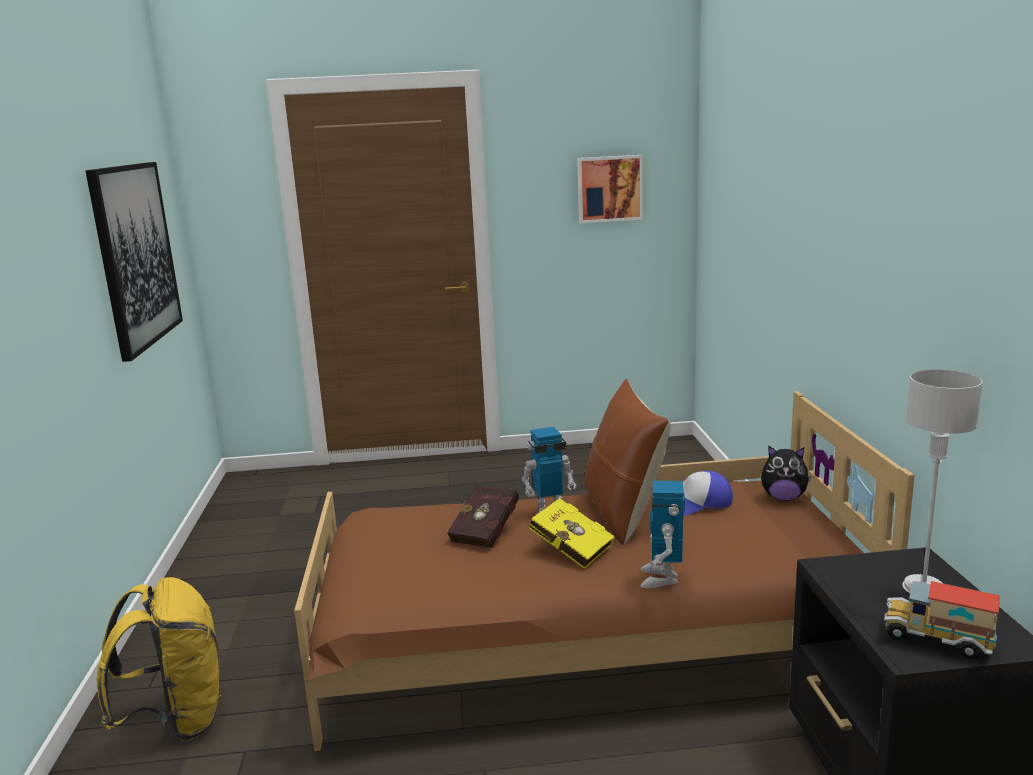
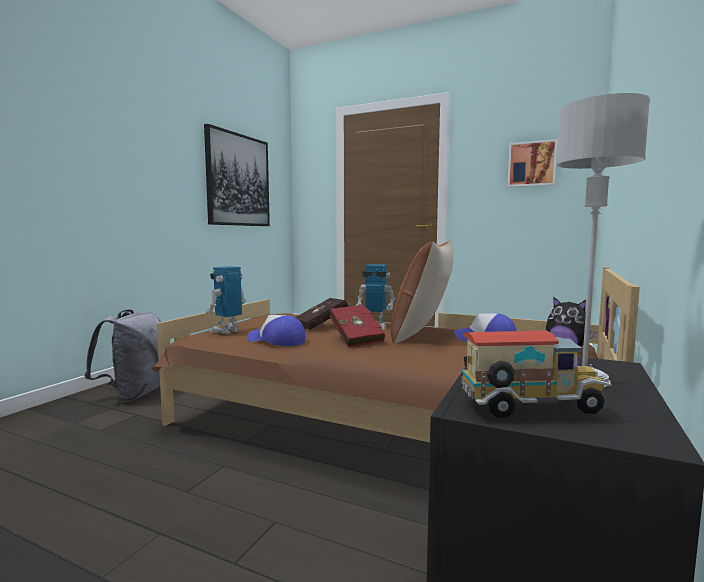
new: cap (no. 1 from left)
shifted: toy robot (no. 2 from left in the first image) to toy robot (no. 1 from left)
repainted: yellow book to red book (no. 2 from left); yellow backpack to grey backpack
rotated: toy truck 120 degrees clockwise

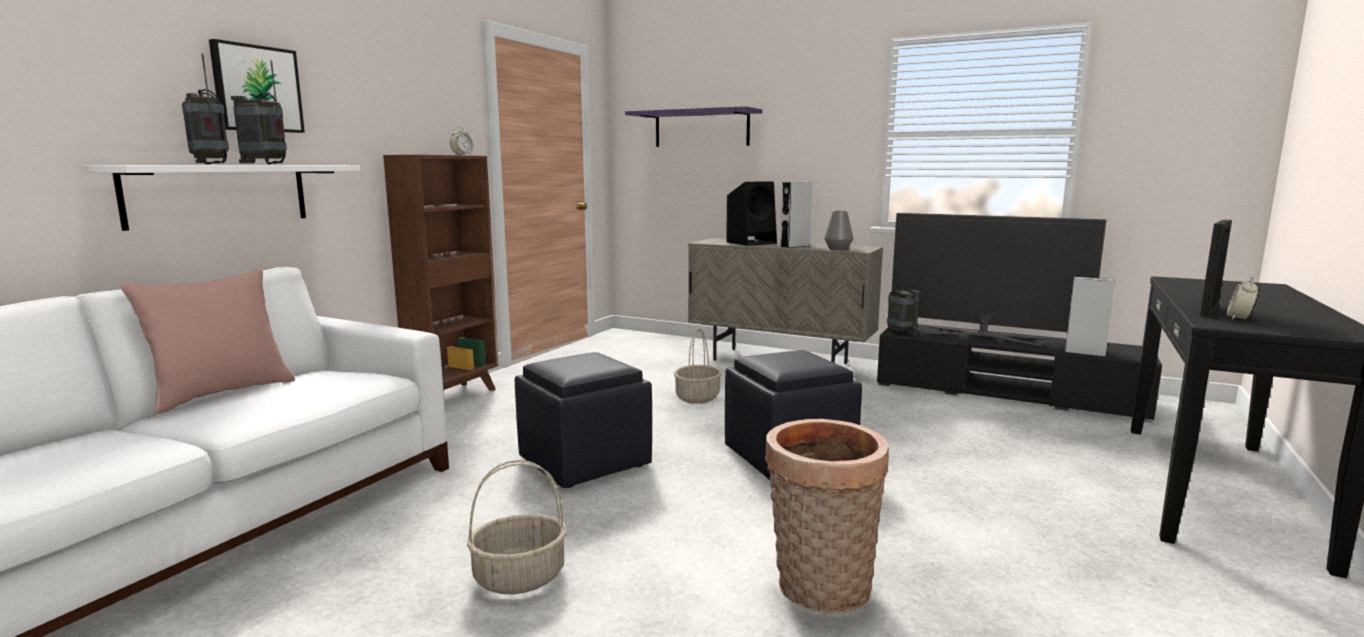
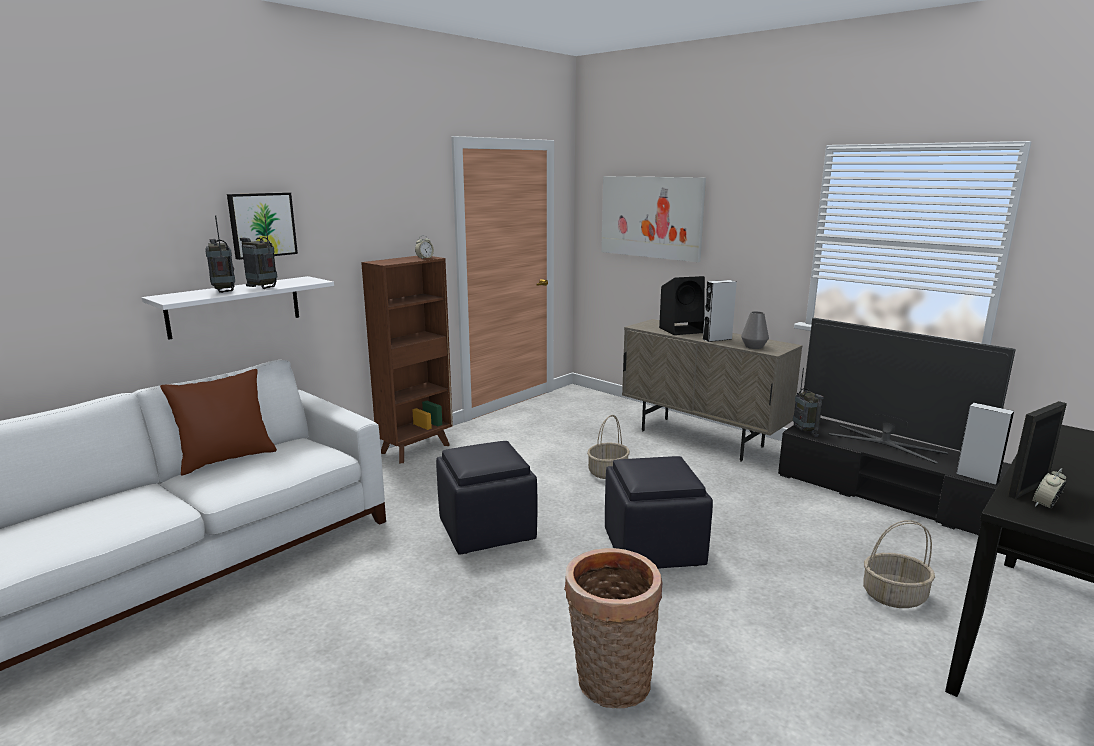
shifted: basket (no. 1 from left in the first image) to basket (no. 3 from left)
swapped: purple shelf to picture (no. 2 from left)
repainted: pink pillow to brown pillow

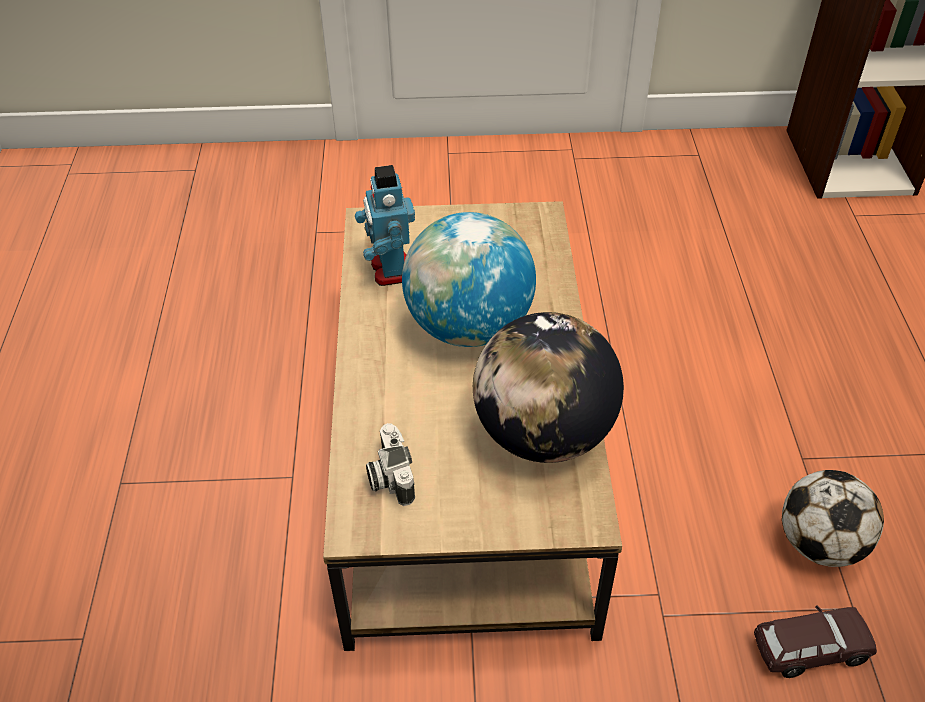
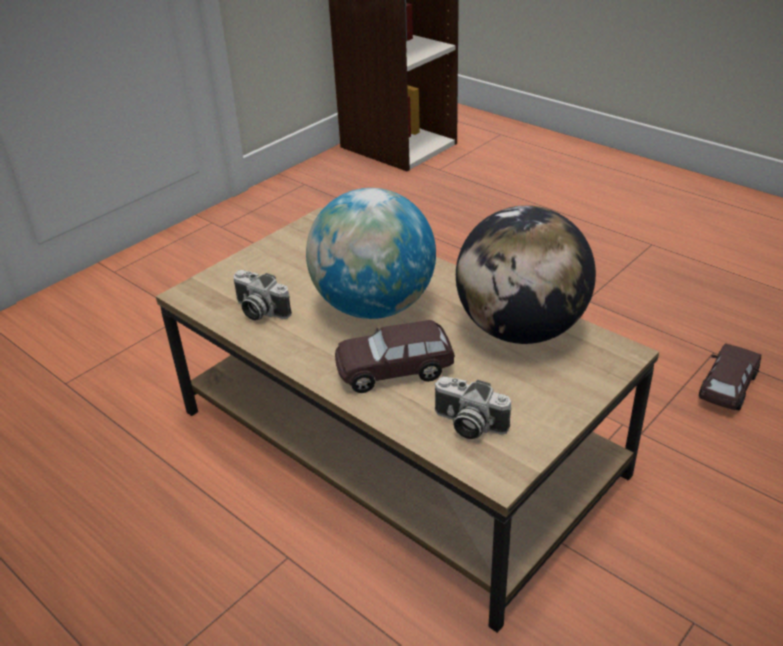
gone: football
new: brown toy car (no. 1 from left)
swapped: toy robot to photo camera (no. 1 from left)

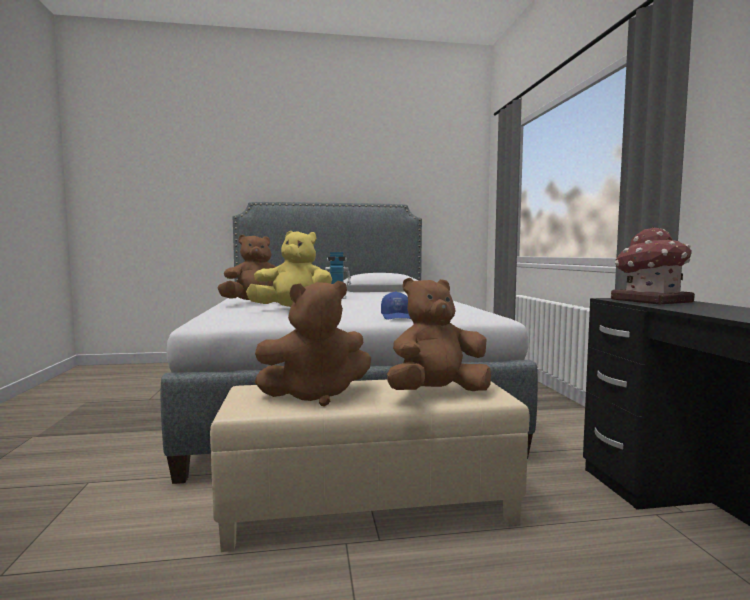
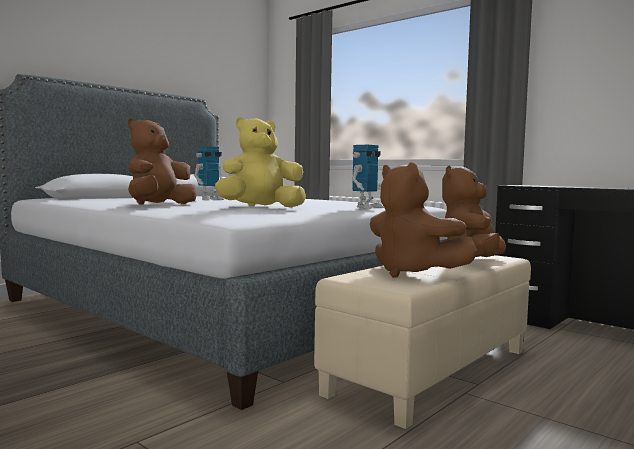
gone: toy house
swapped: blue cap to toy robot (no. 2 from left)
rotated: brown plush toy (no. 2 from left) 105 degrees clockwise

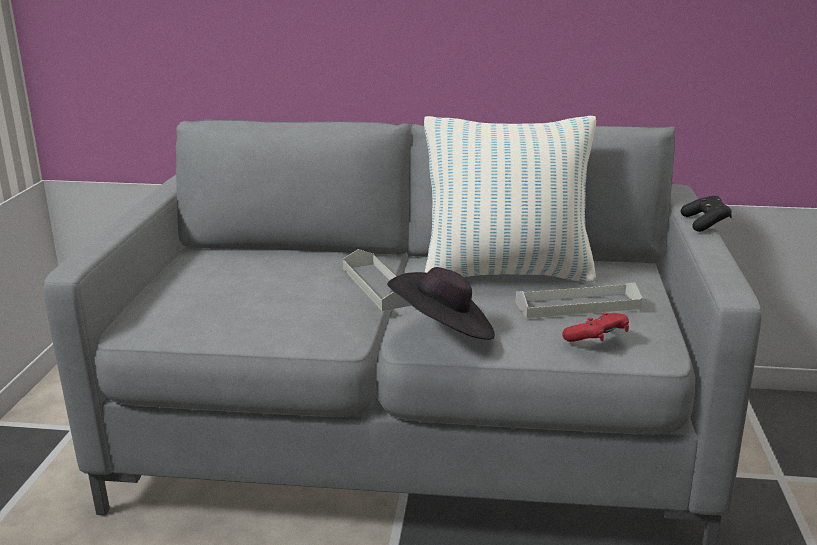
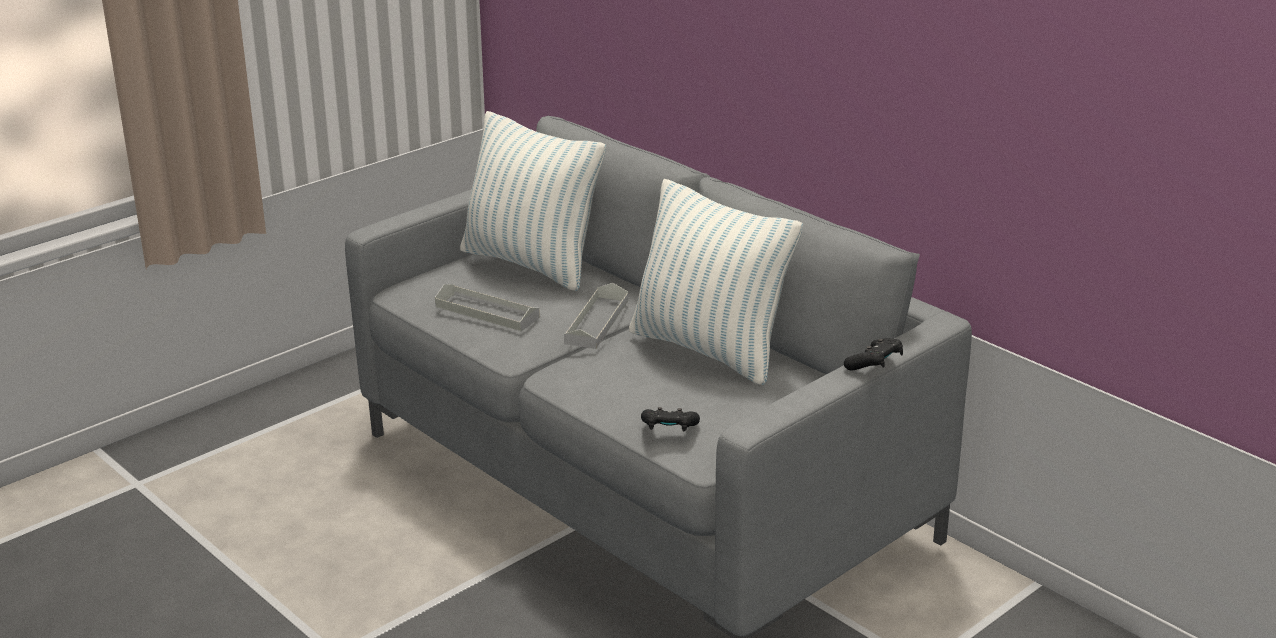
gone: black hat
new: pillow (no. 1 from left)
shifted: grey tray (no. 2 from left in the first image) to grey tray (no. 1 from left)
repainted: red game controller to black game controller (no. 1 from left)

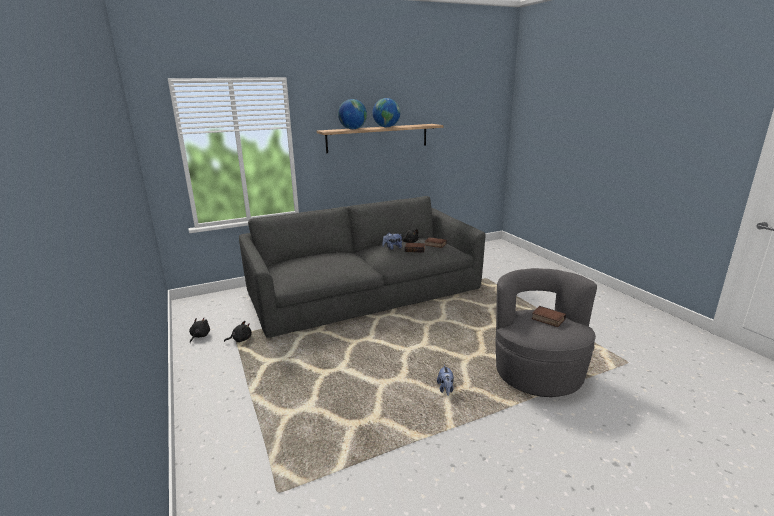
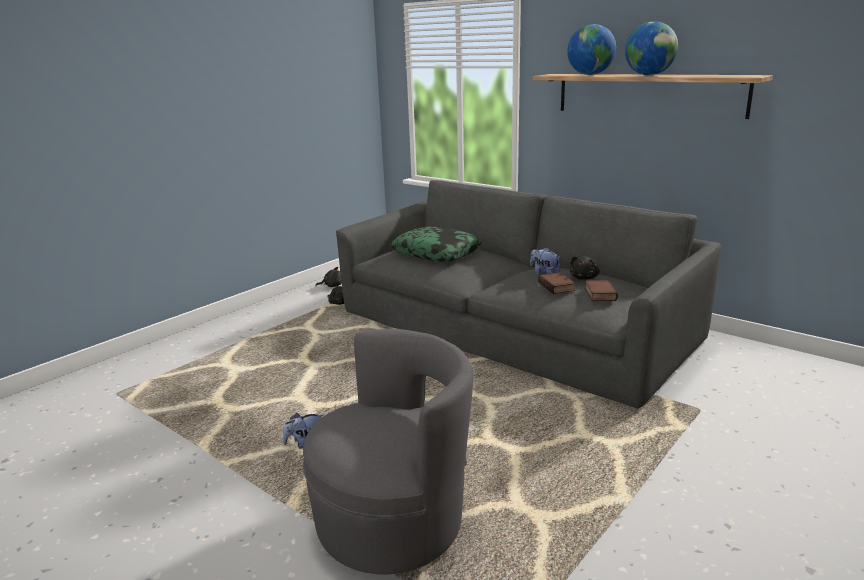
gone: book (no. 3 from left)
new: pillow

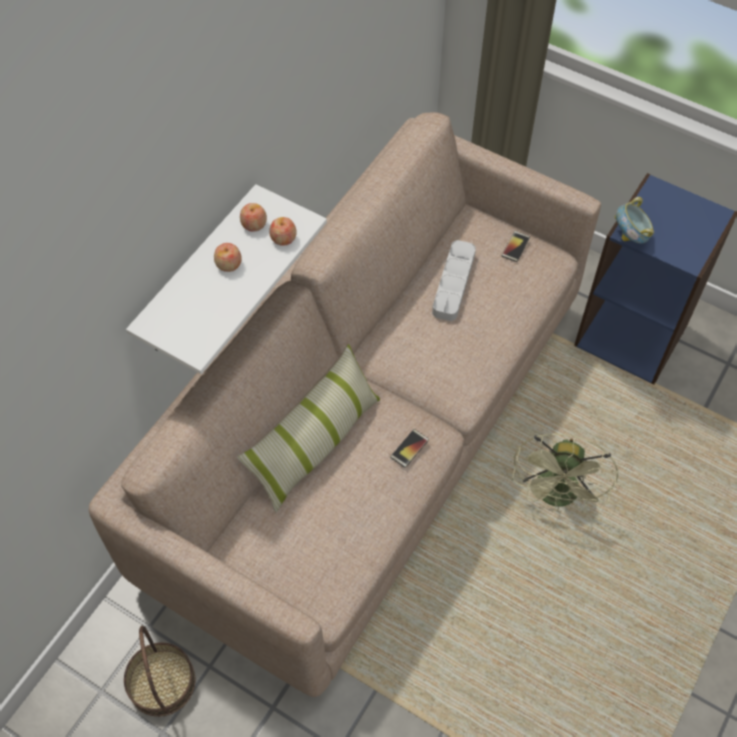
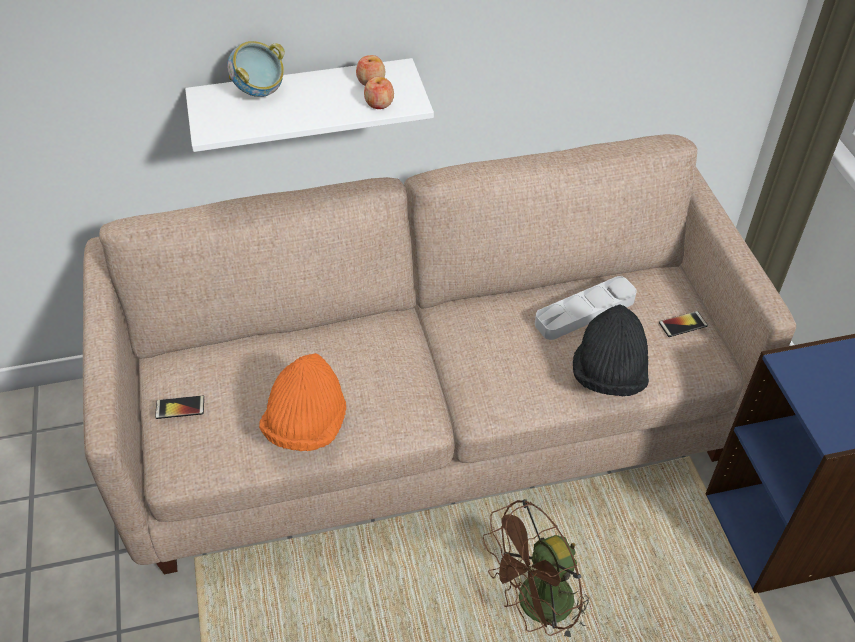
gone: apple (no. 1 from left); pillow; basket
new: black hat; orange hat
shifted: bowl; phone (no. 1 from left)
repainted: green fan to brown fan

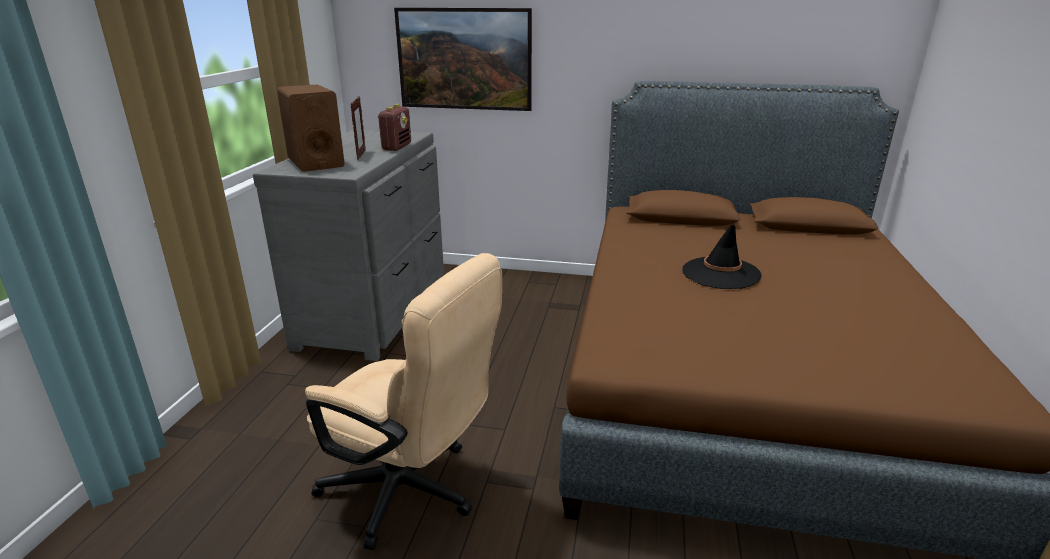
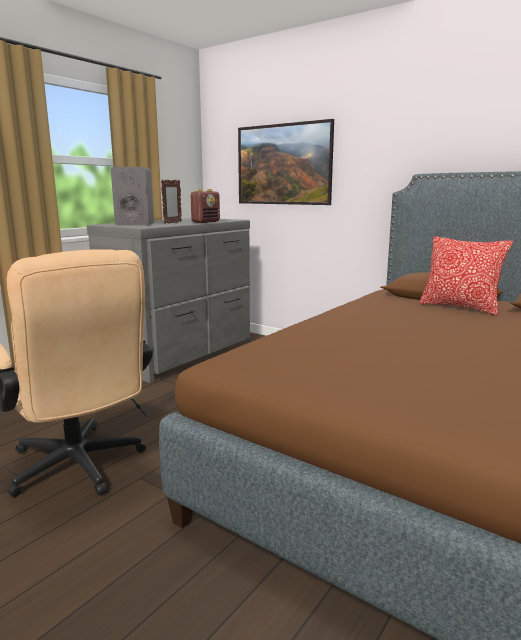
gone: black hat
new: pillow
repainted: brown speaker to grey speaker

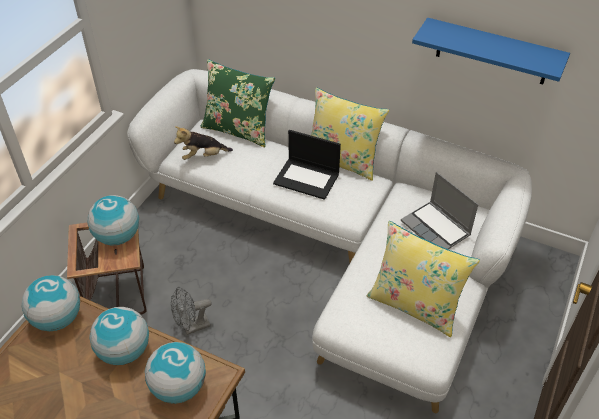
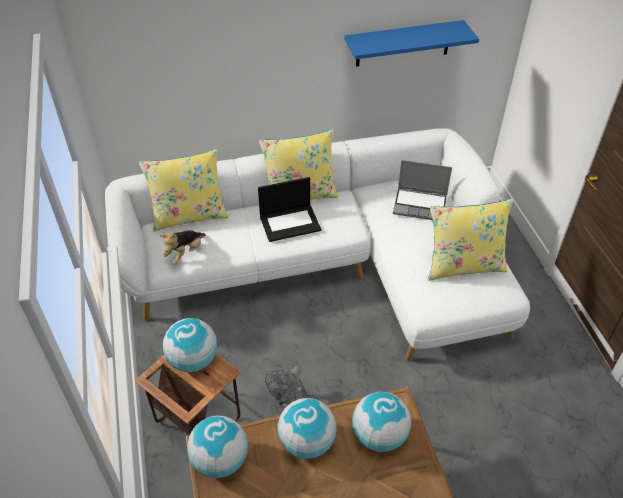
repainted: green pillow to yellow pillow (no. 1 from left)

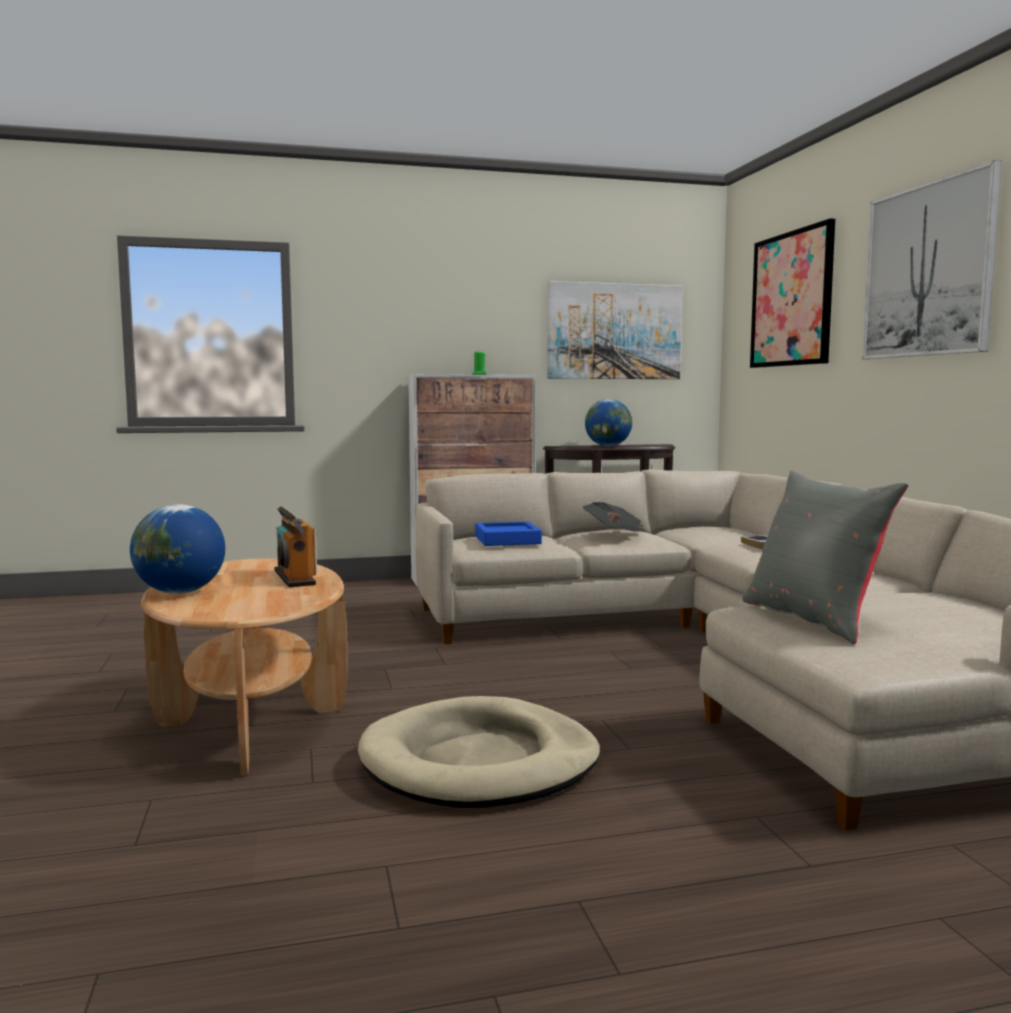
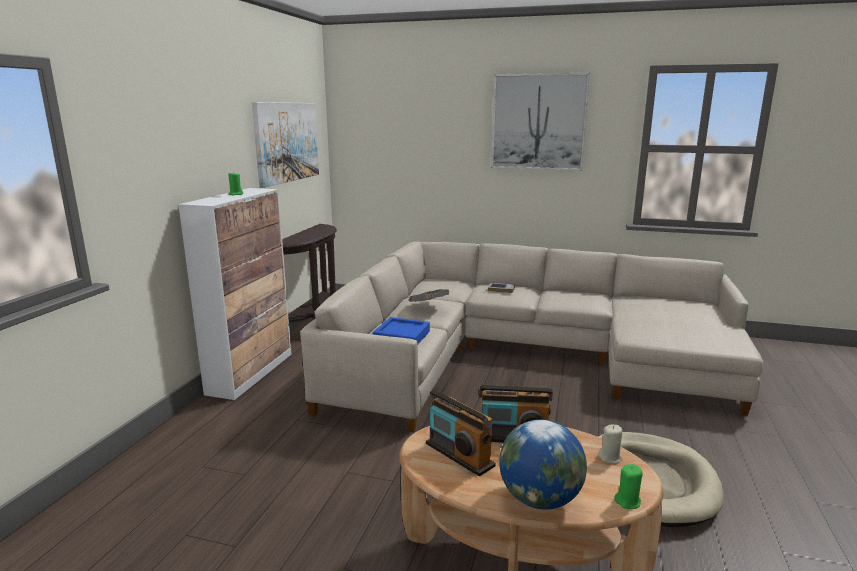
gone: picture (no. 2 from left); globe (no. 2 from left); grey pillow
new: radio (no. 1 from left); beige candle; green candle (no. 2 from left)

